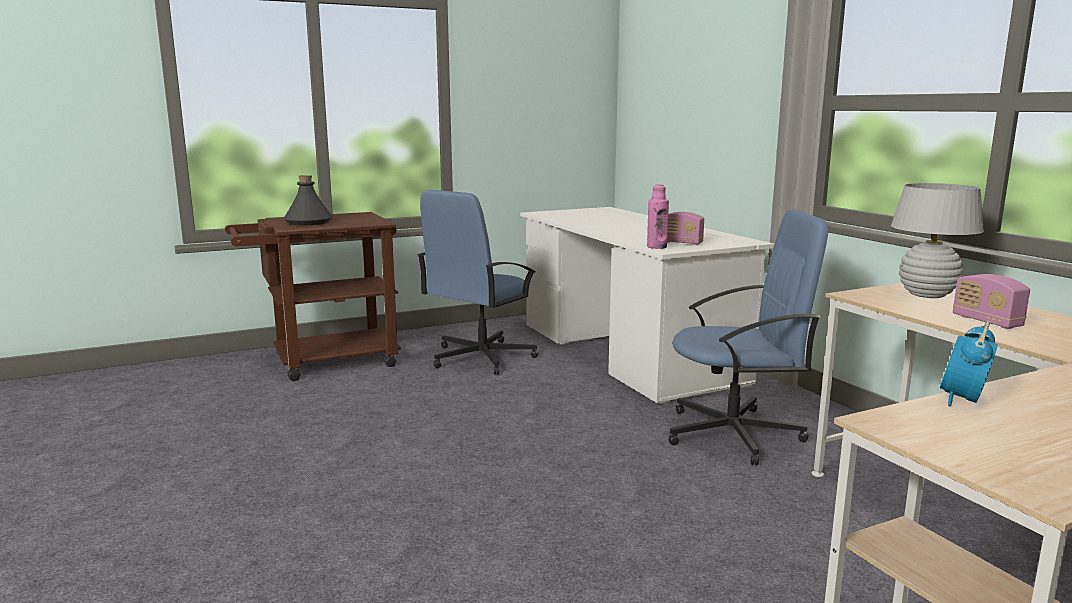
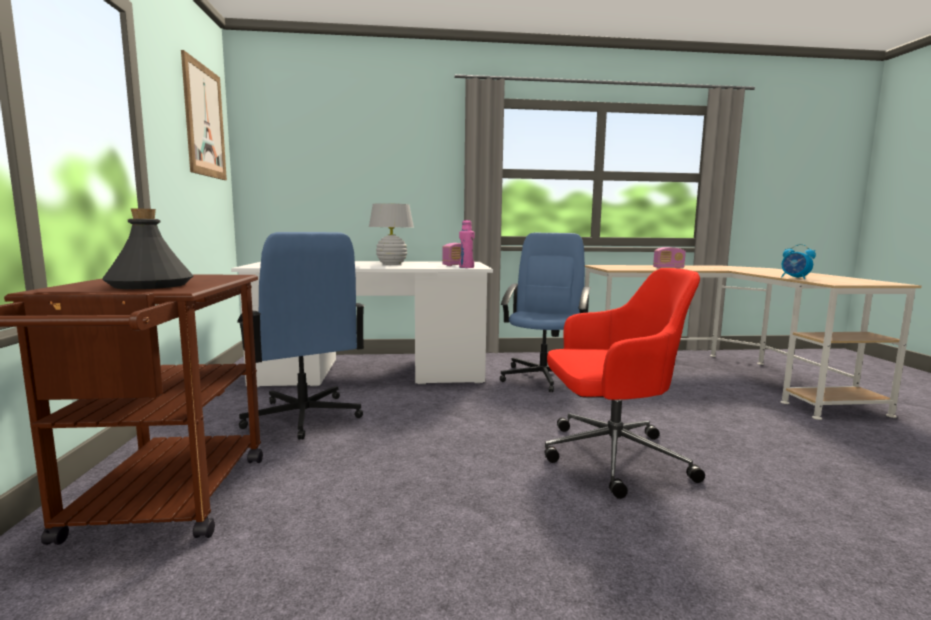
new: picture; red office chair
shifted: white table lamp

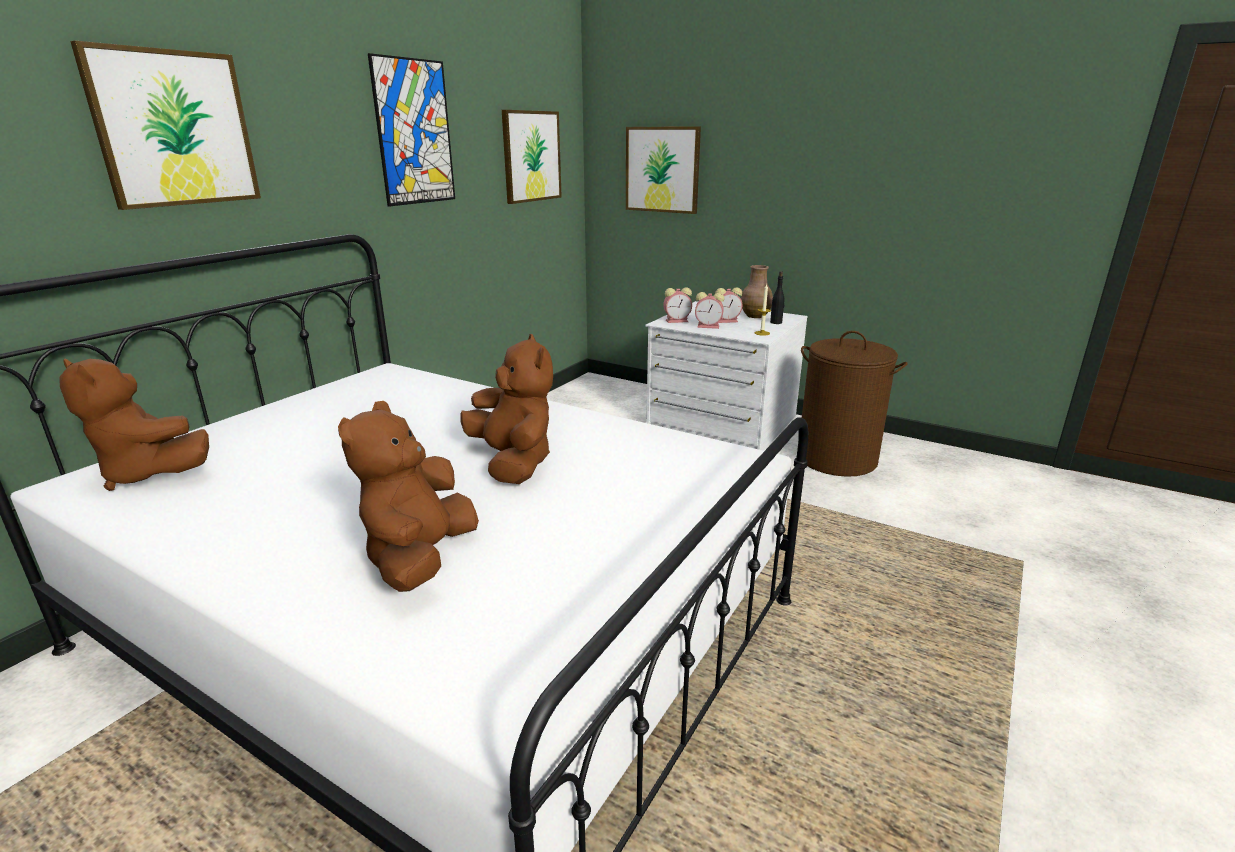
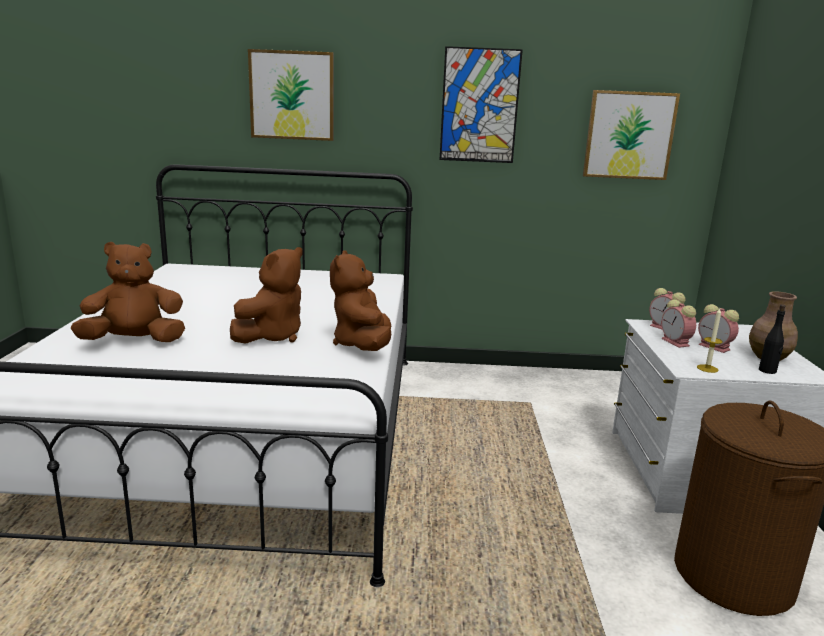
gone: picture (no. 4 from left)
shifted: brown plush toy (no. 1 from left in the first image) to brown plush toy (no. 3 from left)

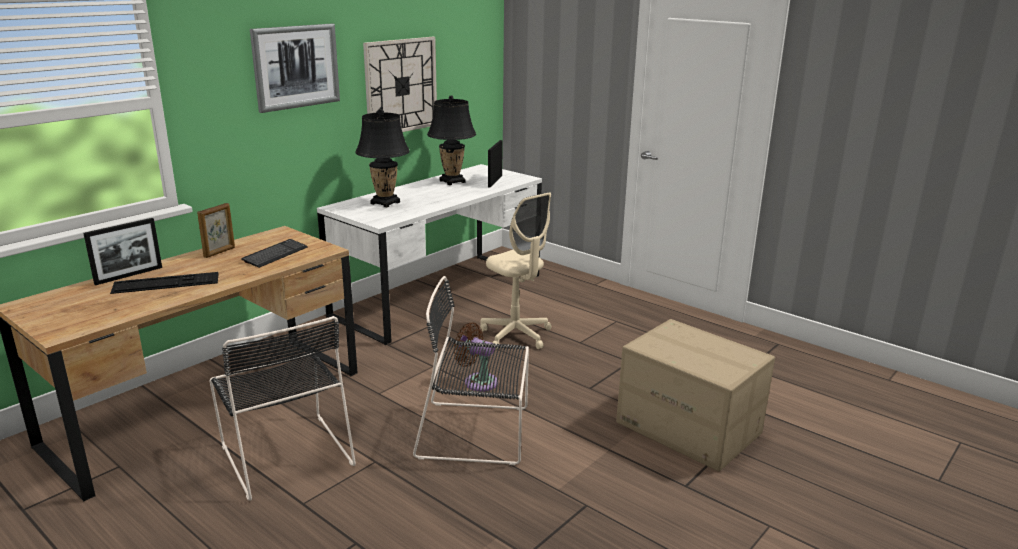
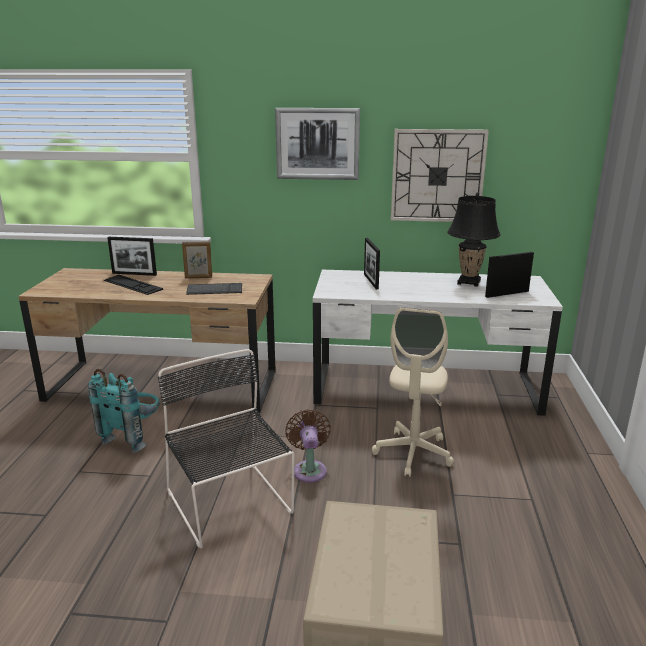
swapped: black table lamp (no. 1 from left) to picture frame (no. 3 from left); black chair (no. 1 from left) to turquoise backpack

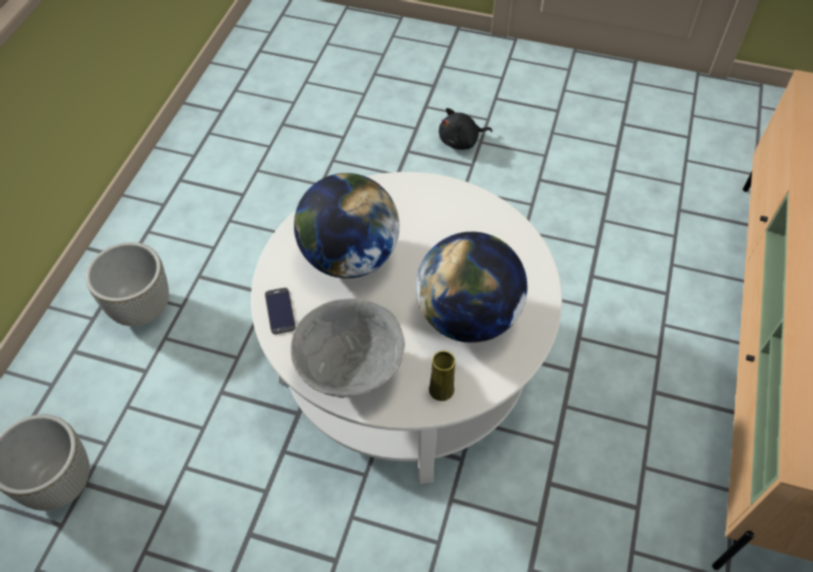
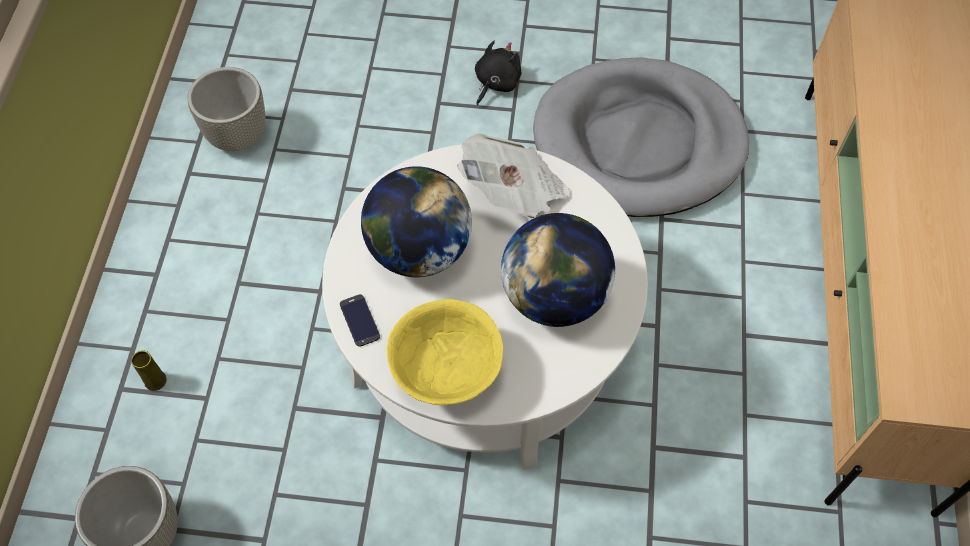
new: grey dog bed; newspaper
shifted: grey planter (no. 2 from left); yellow vase
repainted: grey bowl to yellow bowl
rotated: black plush toy 150 degrees clockwise

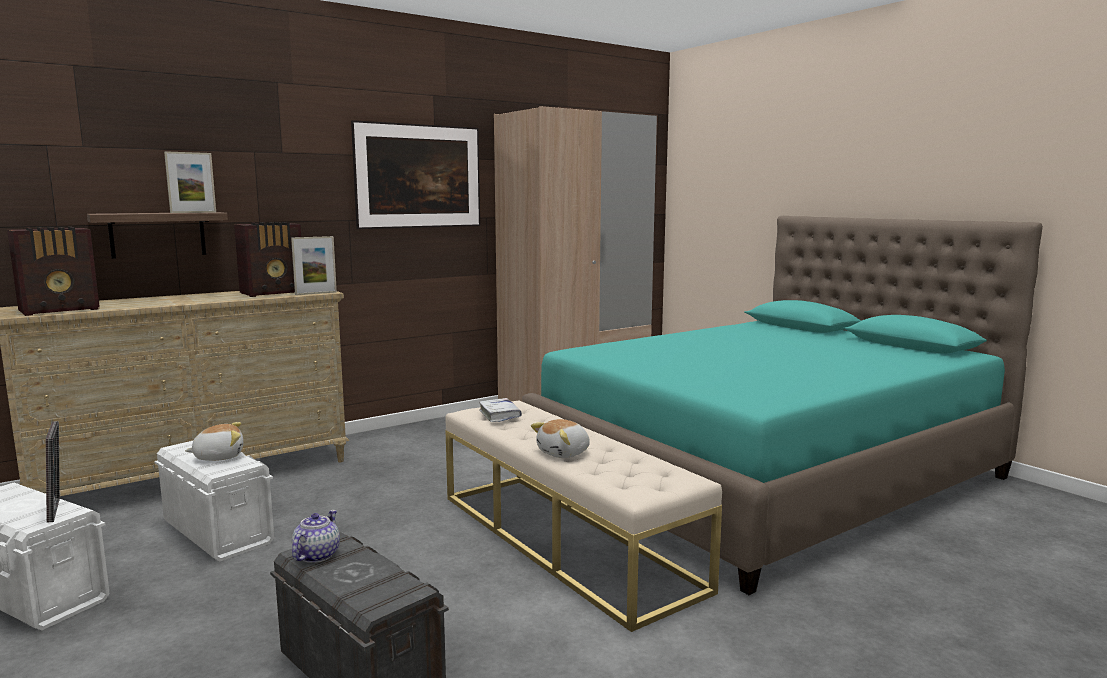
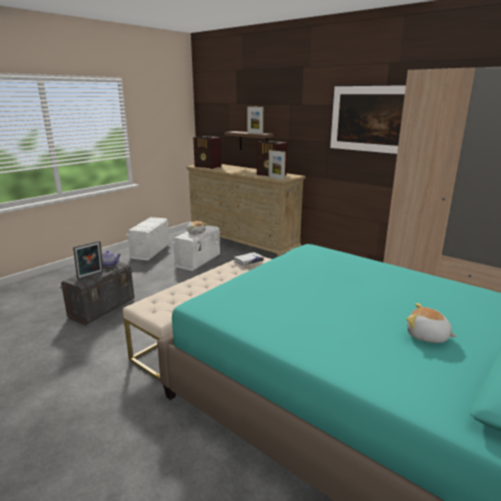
shifted: plush toy (no. 2 from left); picture frame (no. 1 from left)

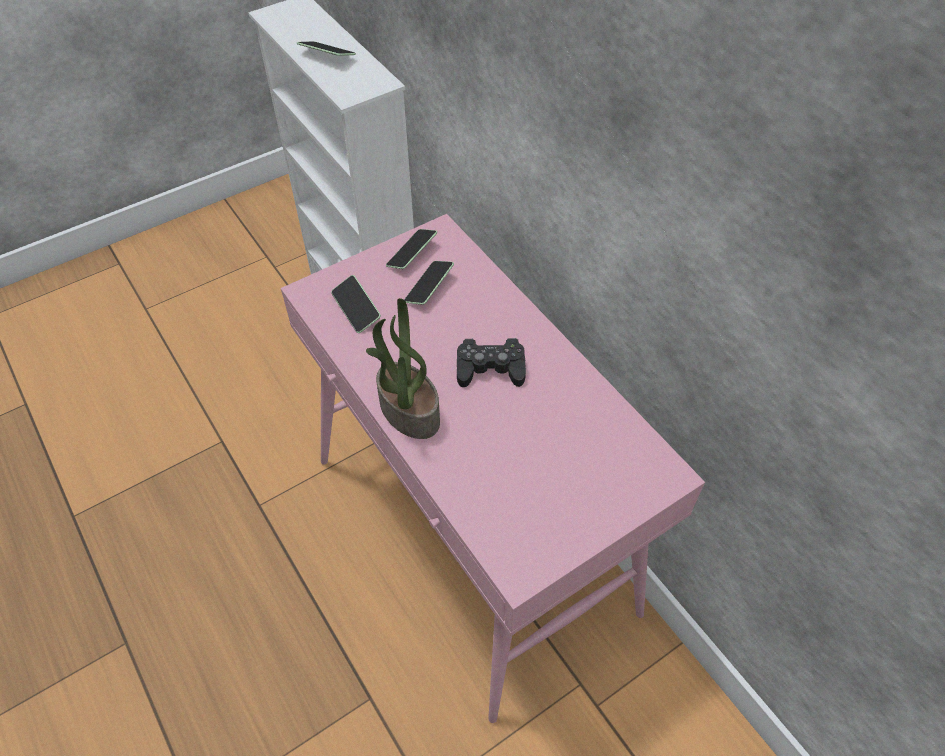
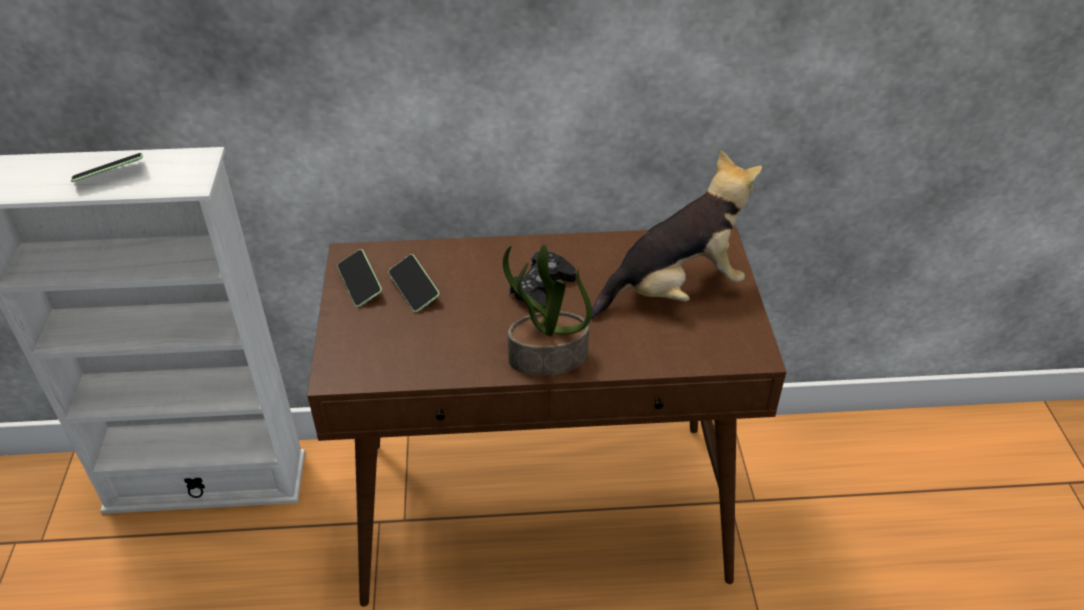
gone: phone (no. 2 from left)
new: plush toy
repainted: pink console table to brown console table

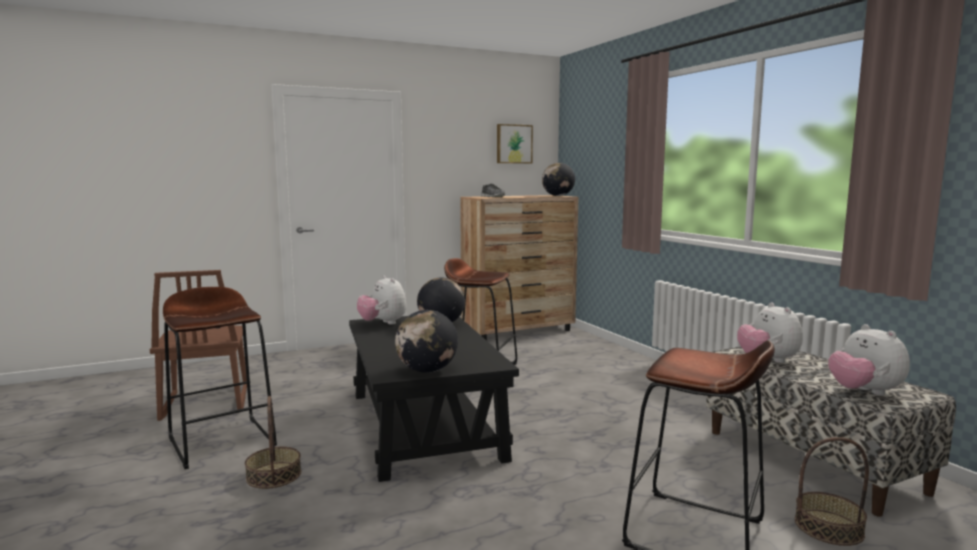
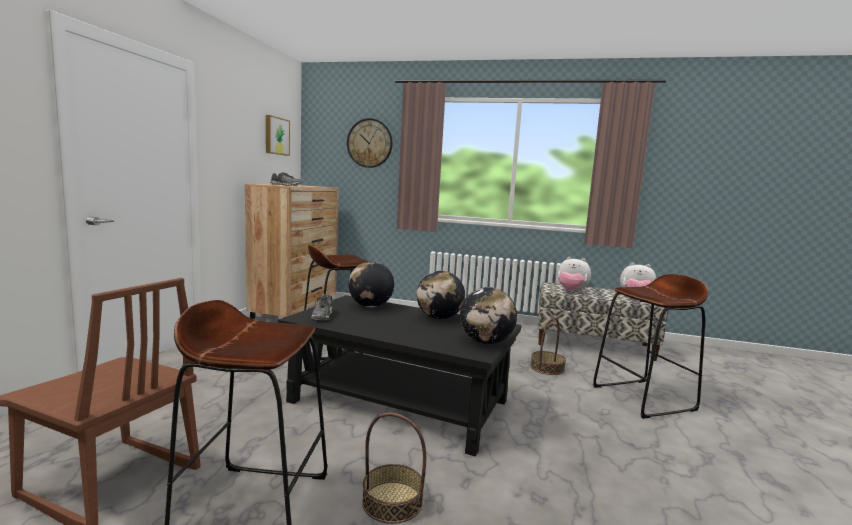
new: wall clock
shifted: globe (no. 3 from left in the first image) to globe (no. 2 from left); basket (no. 2 from left)
swapped: plush toy (no. 1 from left) to shoe (no. 2 from left)

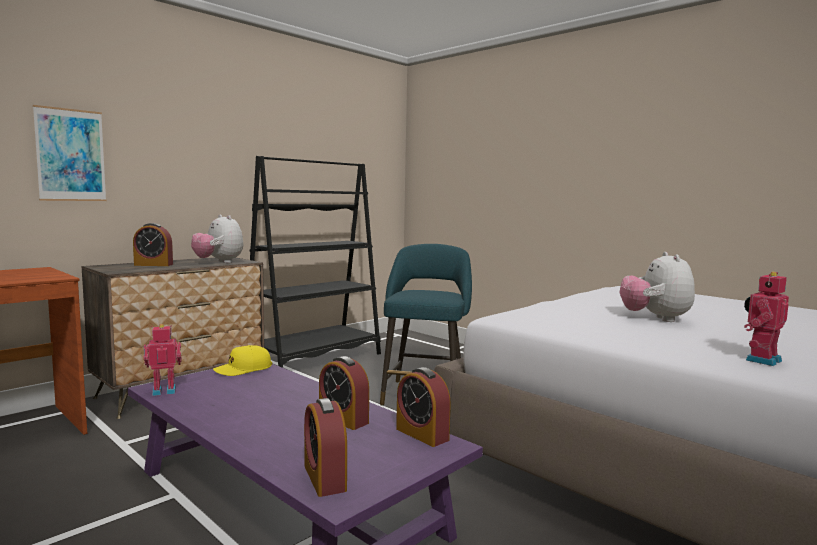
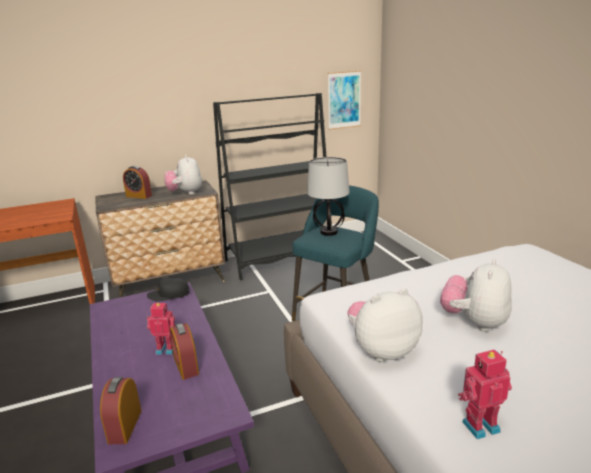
gone: alarm clock (no. 4 from left)
new: table lamp; plush toy (no. 2 from left)
shifted: picture; toy robot (no. 1 from left)
repainted: yellow cap to black cap

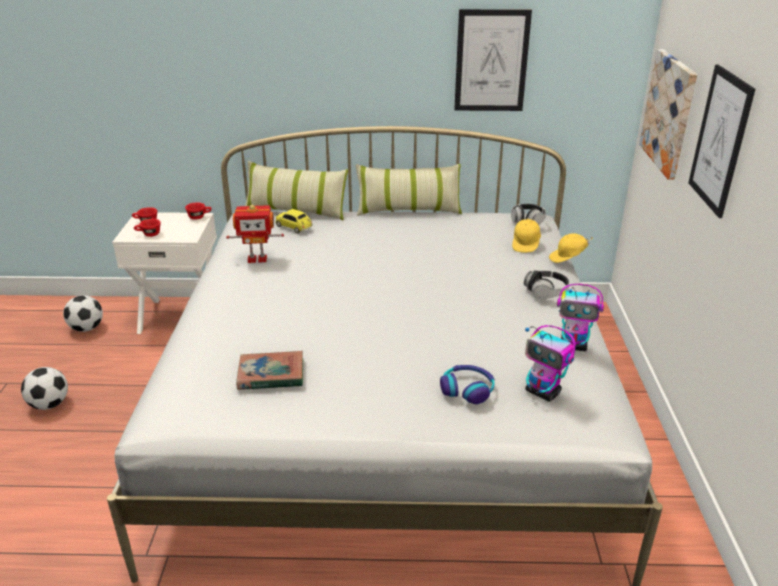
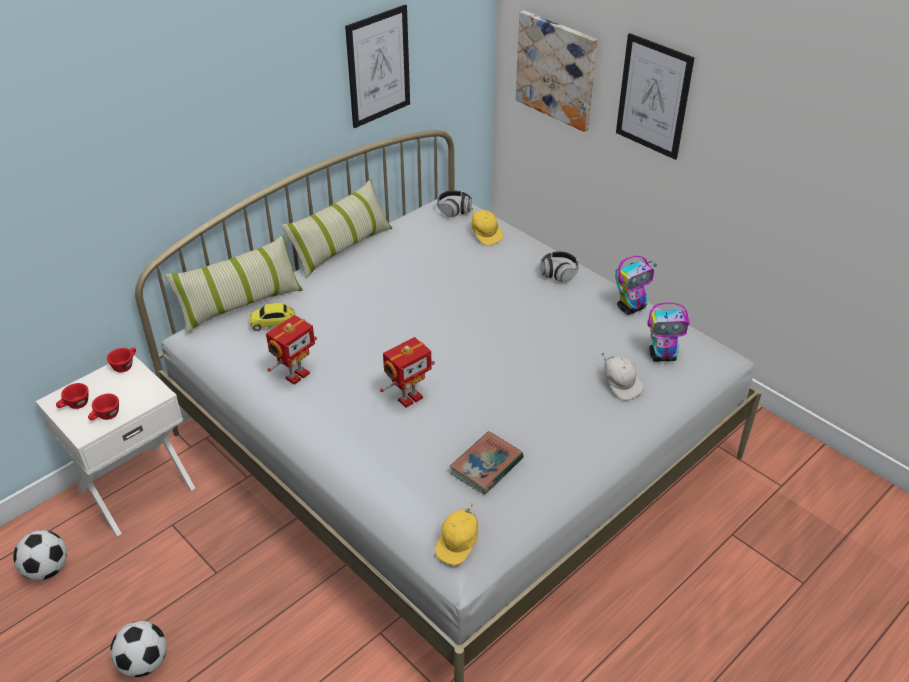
new: toy robot (no. 2 from left)
shifted: yellow cap (no. 2 from left in the first image) to yellow cap (no. 1 from left)
swapped: headphones (no. 1 from left) to white cap

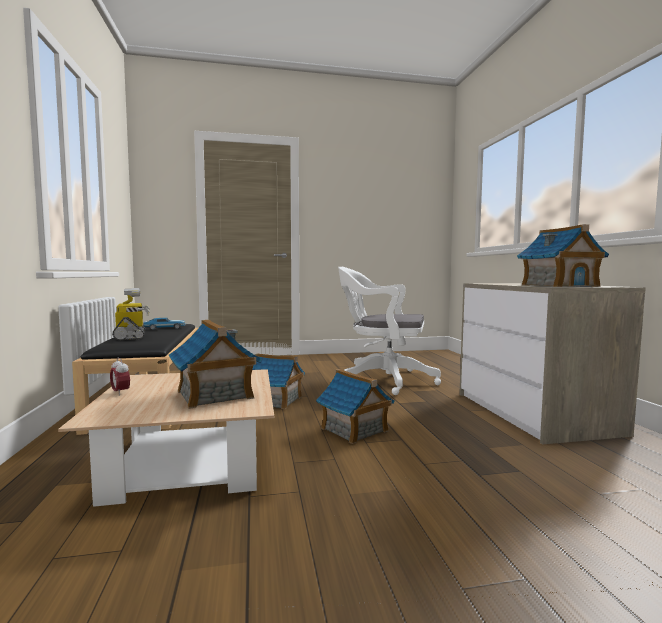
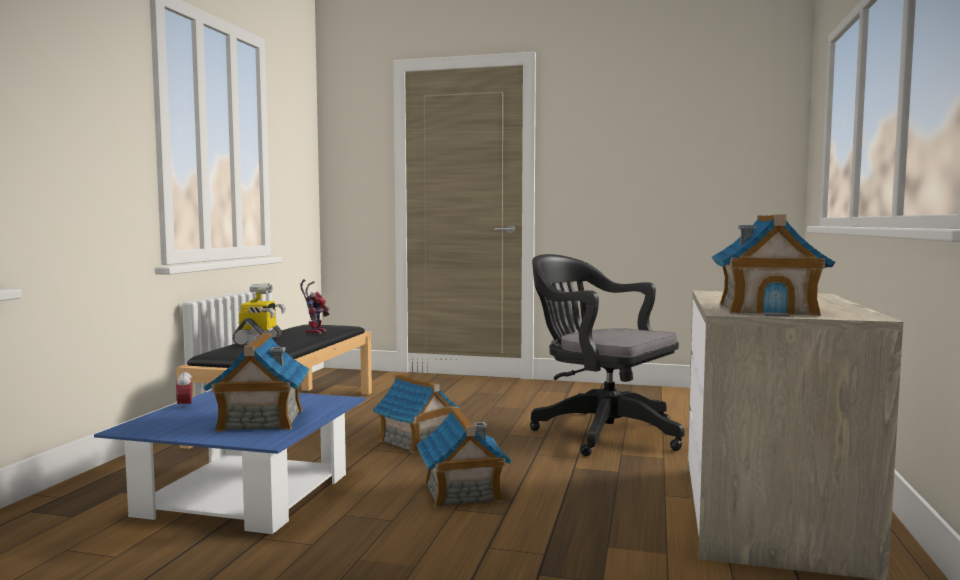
swapped: toy car to toy robot (no. 2 from left)
repainted: white office chair to black office chair; beige coffee table to blue coffee table

